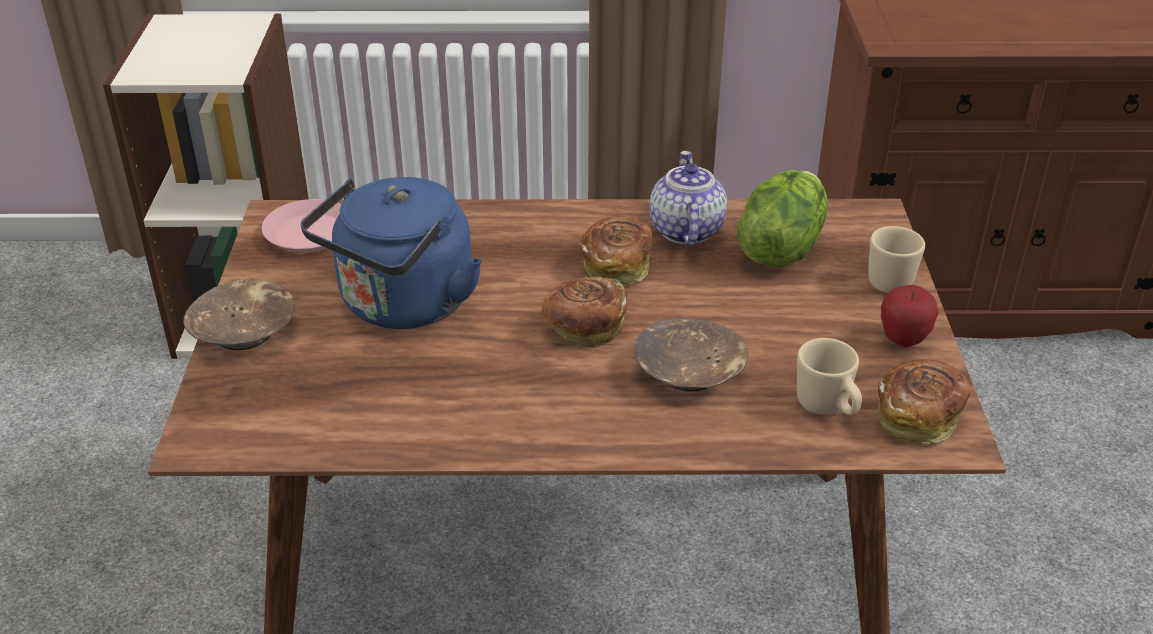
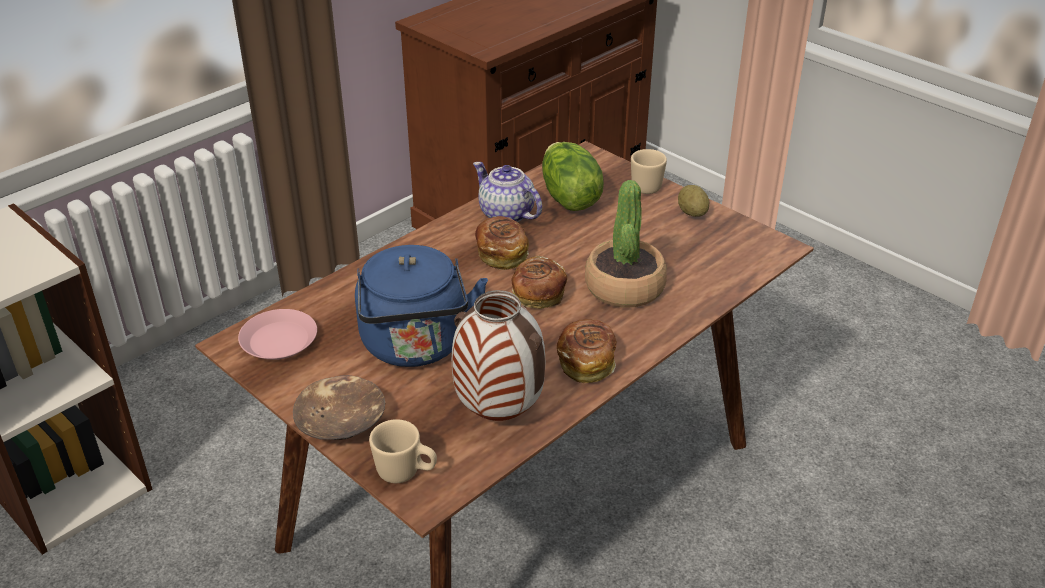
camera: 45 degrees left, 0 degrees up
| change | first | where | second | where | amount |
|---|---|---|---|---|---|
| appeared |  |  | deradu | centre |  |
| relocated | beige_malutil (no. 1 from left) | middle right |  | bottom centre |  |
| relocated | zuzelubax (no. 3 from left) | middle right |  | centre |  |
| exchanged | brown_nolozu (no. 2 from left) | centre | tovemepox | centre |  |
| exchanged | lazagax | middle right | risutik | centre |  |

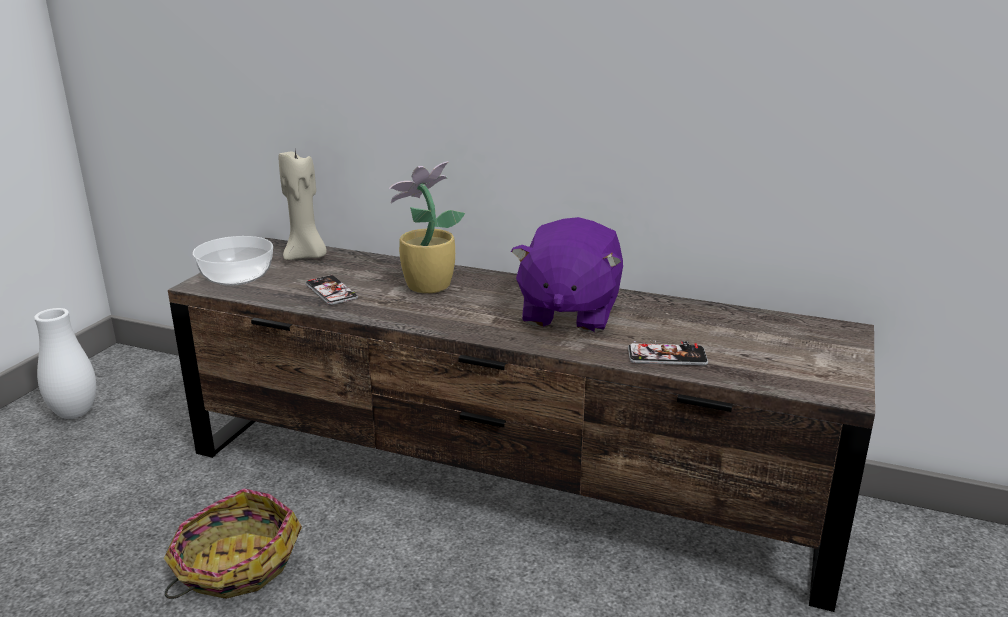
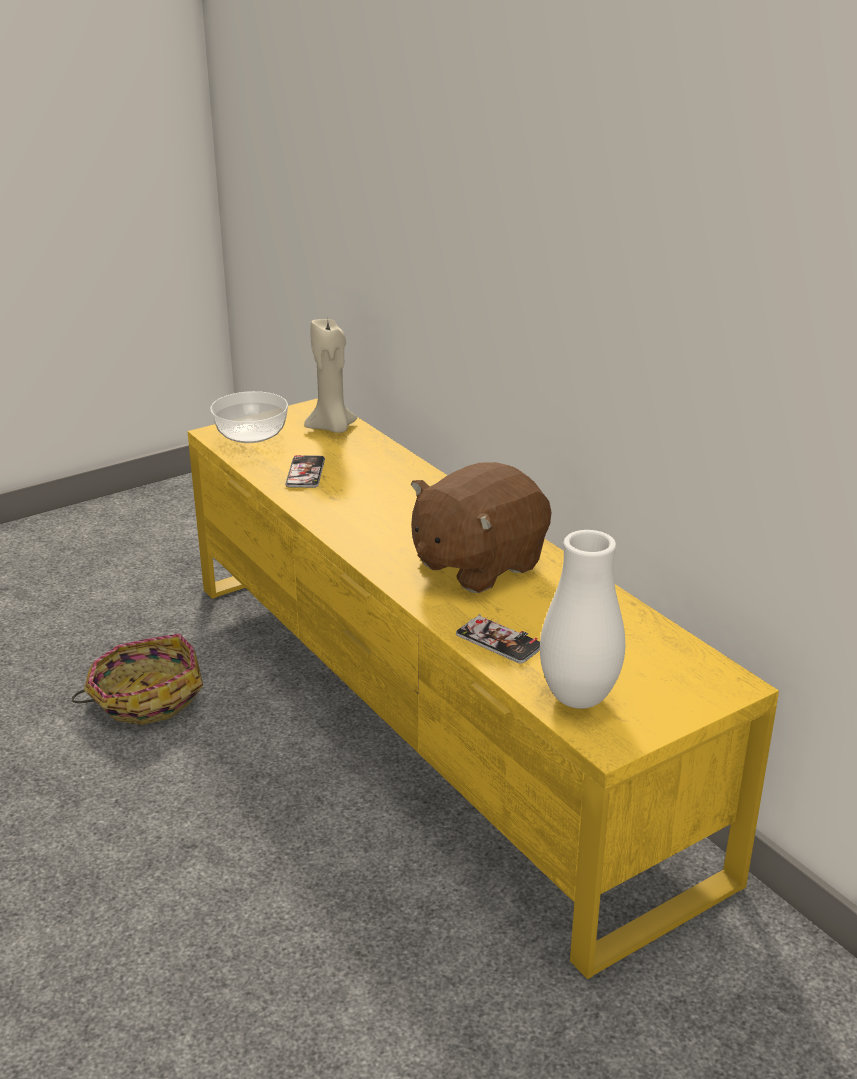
camera: 35 degrees right, 5 degrees up
| change | first | where | second | where | amount |
|---|---|---|---|---|---|
| missing | tovemepox | centre |  |  |  |
| relocated | white_deradu | middle left |  | middle right |  |
| colour | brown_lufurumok | bottom centre | yellow_lufurumok | centre |  |
| colour | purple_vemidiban | centre | brown_vemidiban | centre |  |

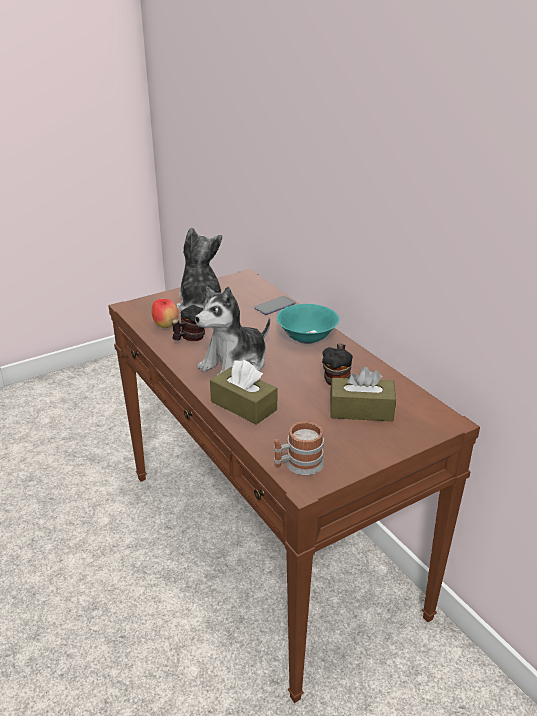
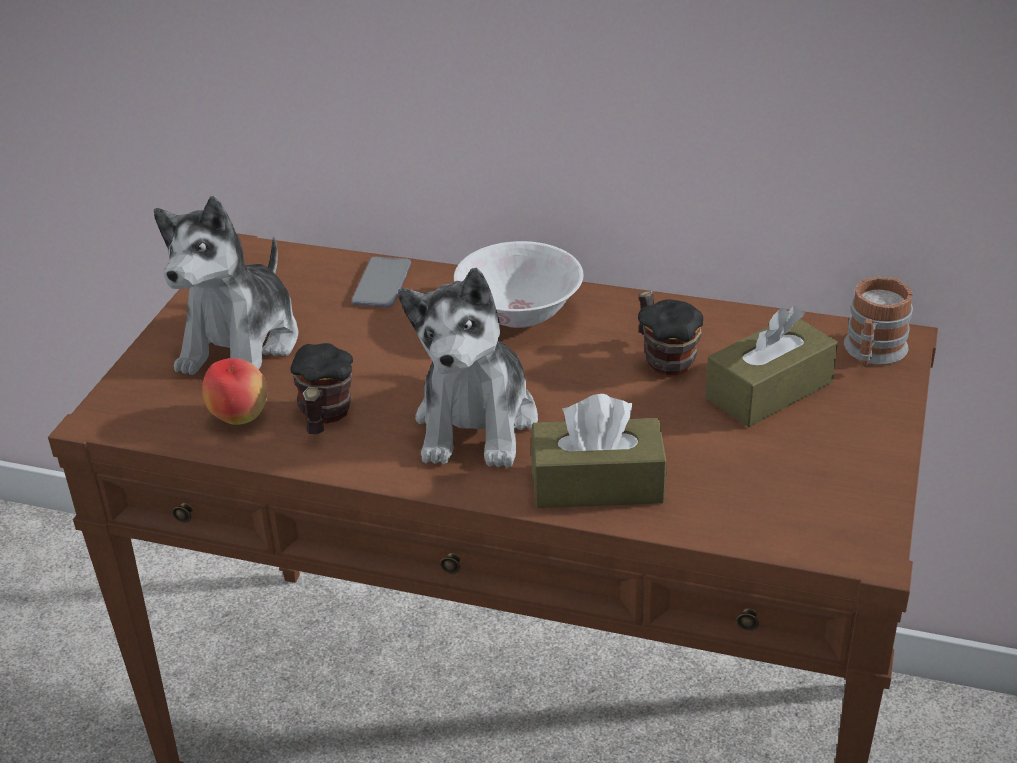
camera: 40 degrees left, 5 degrees up
| change | first | where | second | where | amount |
|---|---|---|---|---|---|
| relocated | malutil (no. 2 from left in the first image) | centre | malutil (no. 3 from left) | middle right |  |
| colour | turquoise_nolozu | centre | white_nolozu | centre |  |
| spun | vemidiban (no. 1 from left) | centre |  | middle left | 105 degrees counterclockwise |

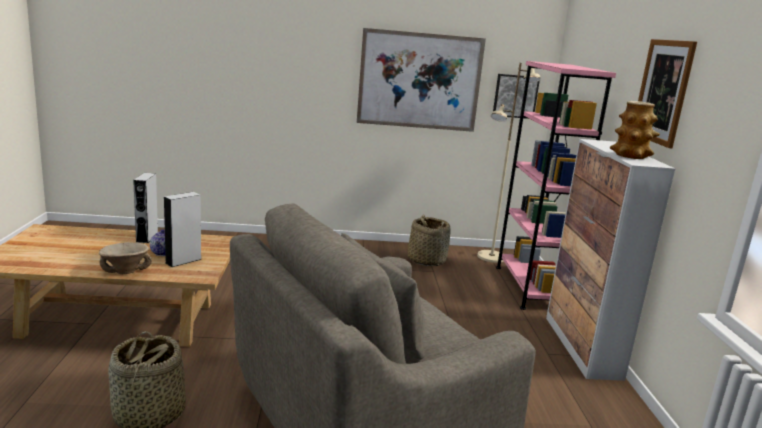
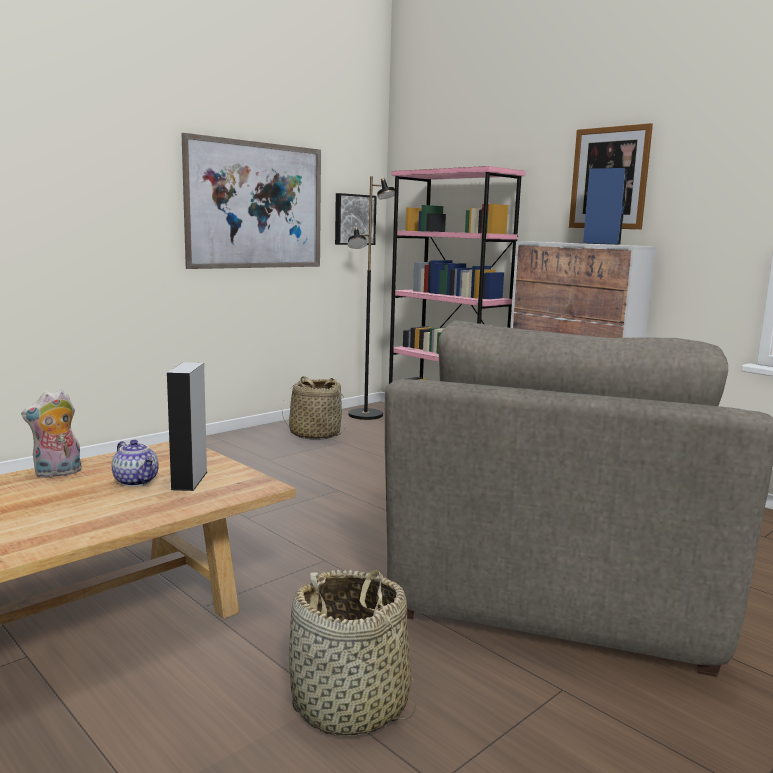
camera: 40 degrees left, 5 degrees down
| change | first | where | second | where | amount |
|---|---|---|---|---|---|
| missing | beige_nolozu | middle left |  |  |  |
| exchanged | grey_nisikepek (no. 1 from left) | middle left | vemidiban | middle left |  |
| exchanged | deradu | top right | blue_nisikepek | top right |  |
| colour | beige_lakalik | middle right | black_lakalik | centre |  |

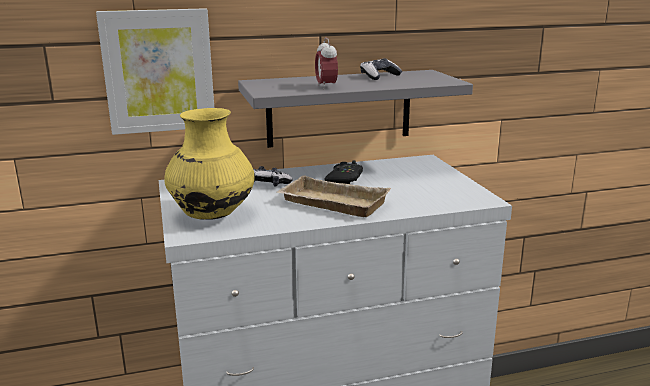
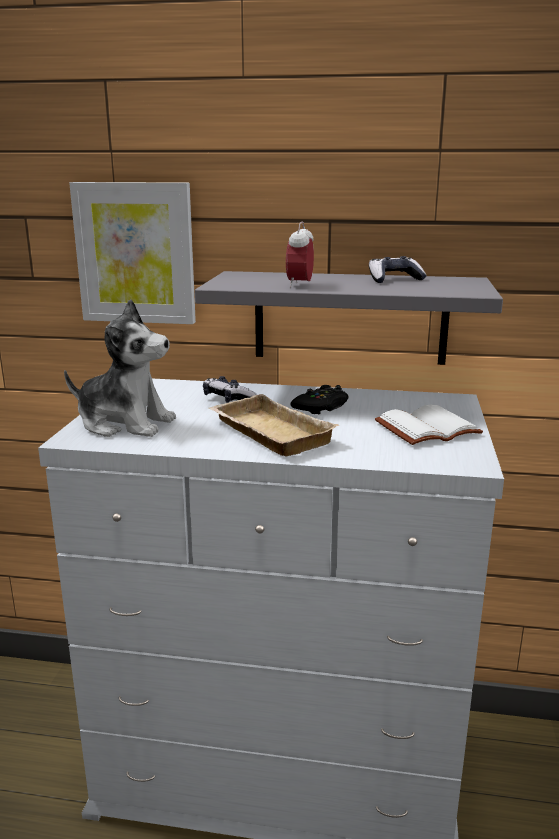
camera: 25 degrees right, 0 degrees up
| change | first | where | second | where | amount |
|---|---|---|---|---|---|
| appeared |  |  | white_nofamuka | middle right |  |
| exchanged | yellow_deradu | middle left | vemidiban | middle left |  |

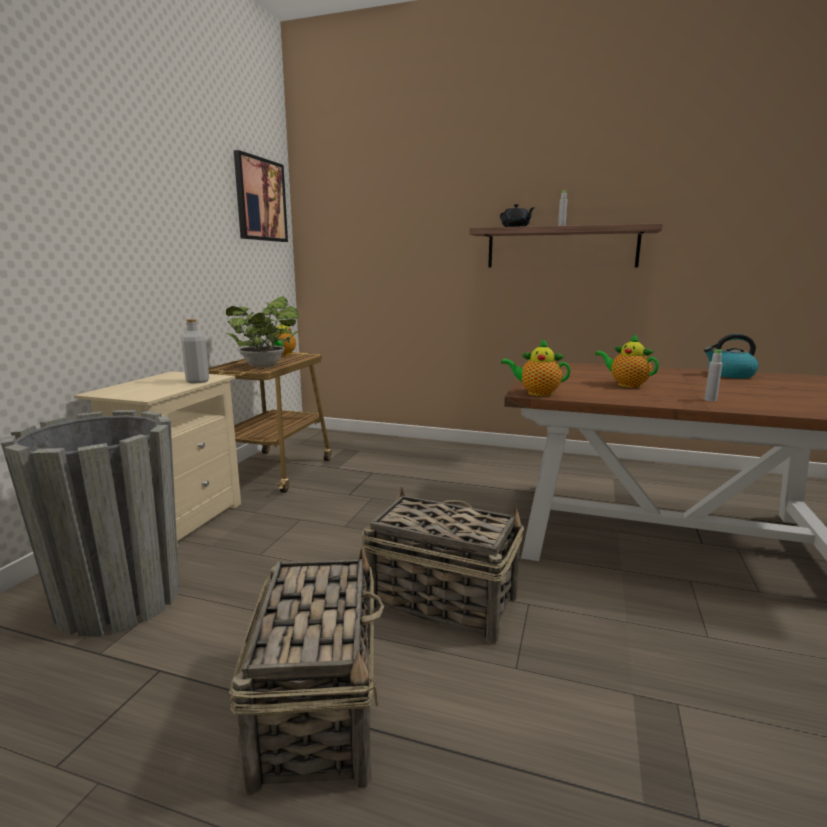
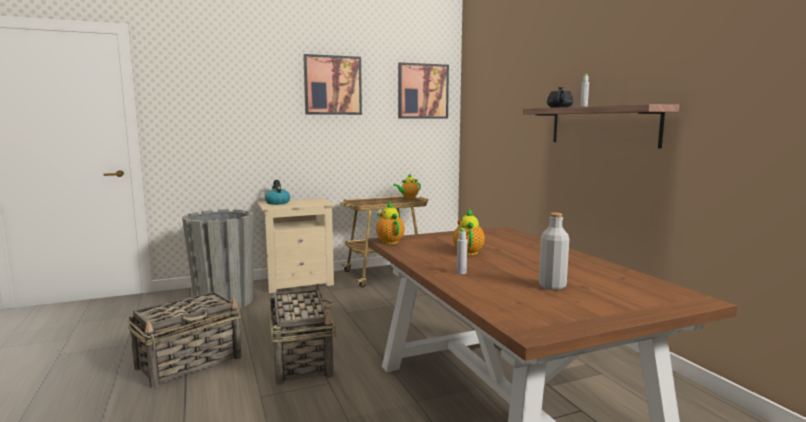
camera: 50 degrees right, 5 degrees down
| change | first | where | second | where | amount |
|---|---|---|---|---|---|
| missing | tovemepox | middle left |  |  |  |
| appeared |  |  | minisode (no. 1 from left) | top centre |  |
| relocated | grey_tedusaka (no. 1 from left in the first image) | middle left | grey_tedusaka (no. 2 from left) | middle right |  |
| relocated | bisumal | middle right |  | centre |  |

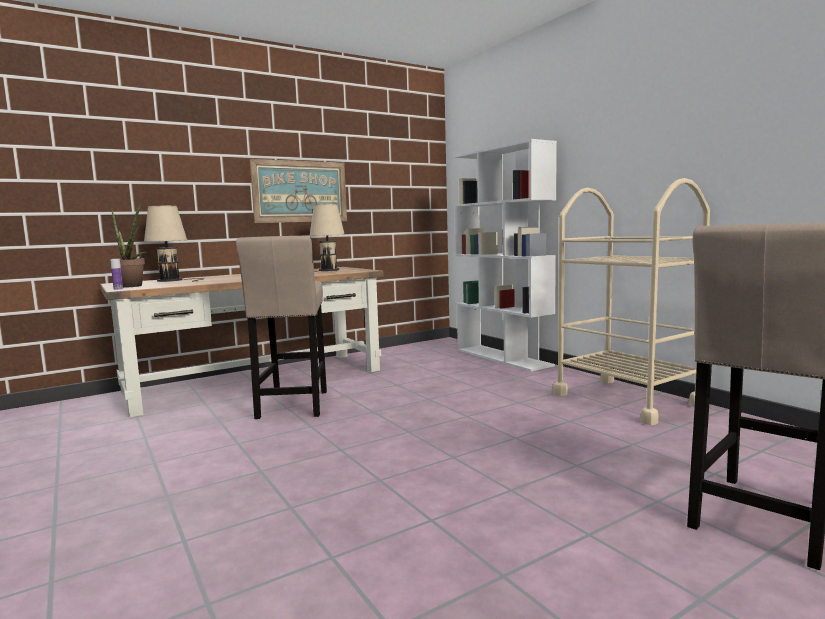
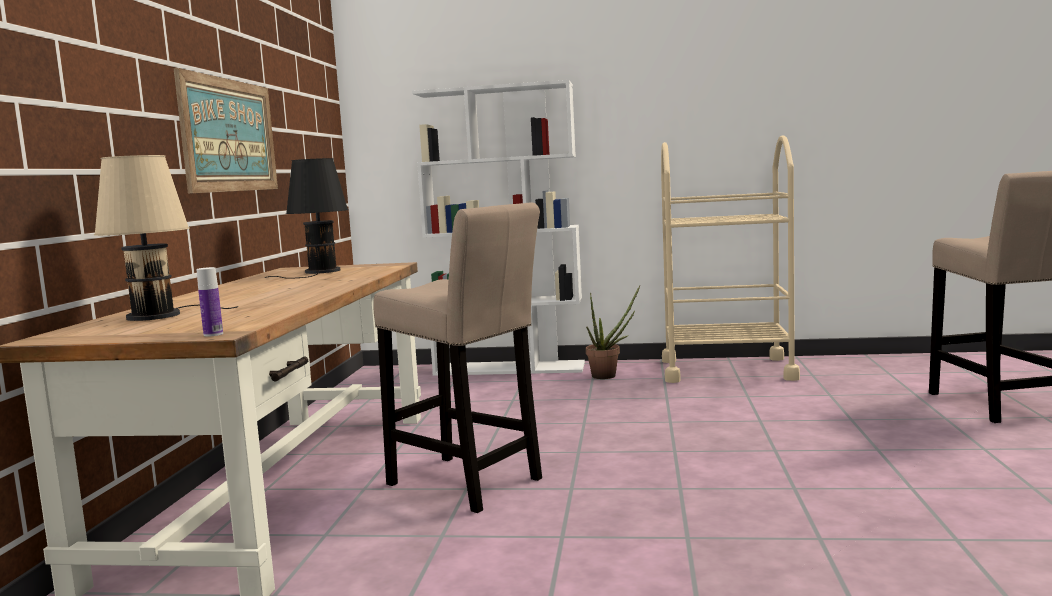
camera: 50 degrees left, 0 degrees up
| change | first | where | second | where | amount |
|---|---|---|---|---|---|
| relocated | tovemepox | middle left |  | centre |  |
| colour | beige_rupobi (no. 2 from left) | centre | black_rupobi | middle left |  |

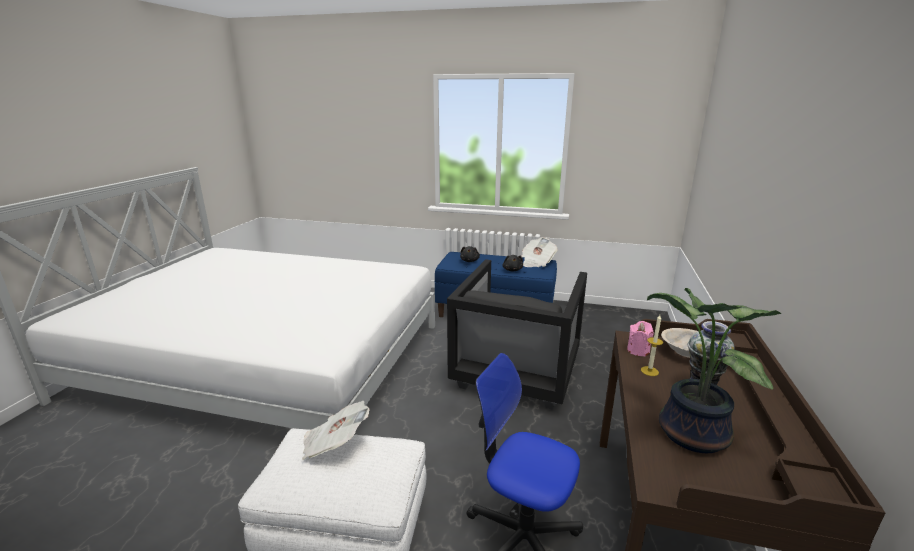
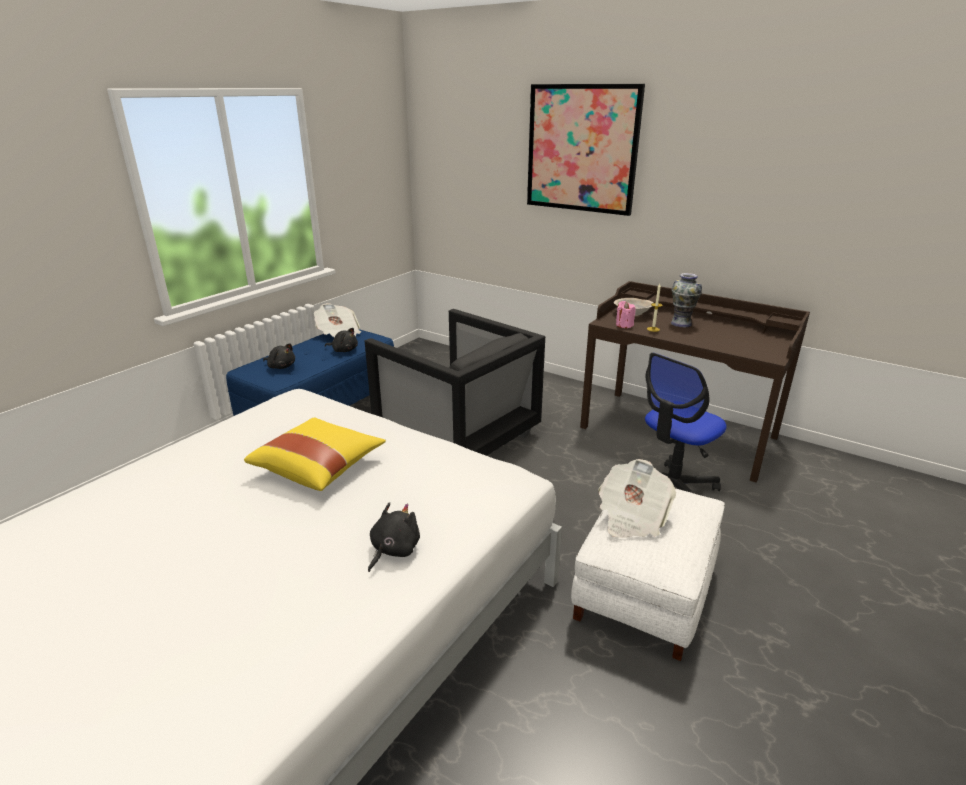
camera: 70 degrees left, 5 degrees up
| change | first | where | second | where | amount |
|---|---|---|---|---|---|
| missing | tovemepox | bottom right |  |  |  |
| appeared |  |  | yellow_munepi | middle left |  |
| appeared |  |  | black_vemidiban (no. 3 from left) | bottom centre |  |
| appeared |  |  | minisode | top centre |  |

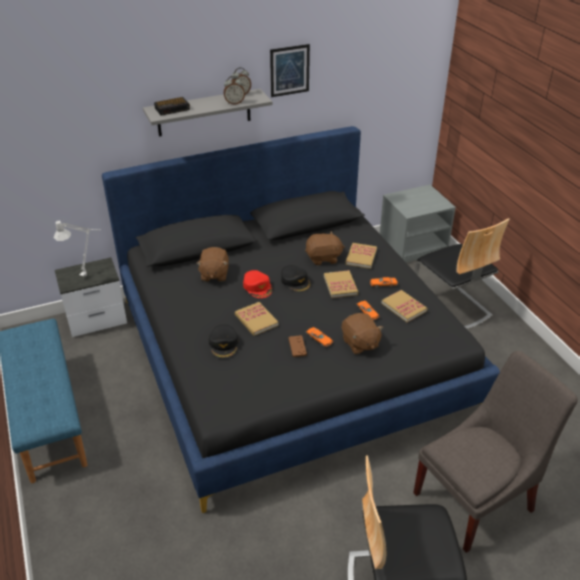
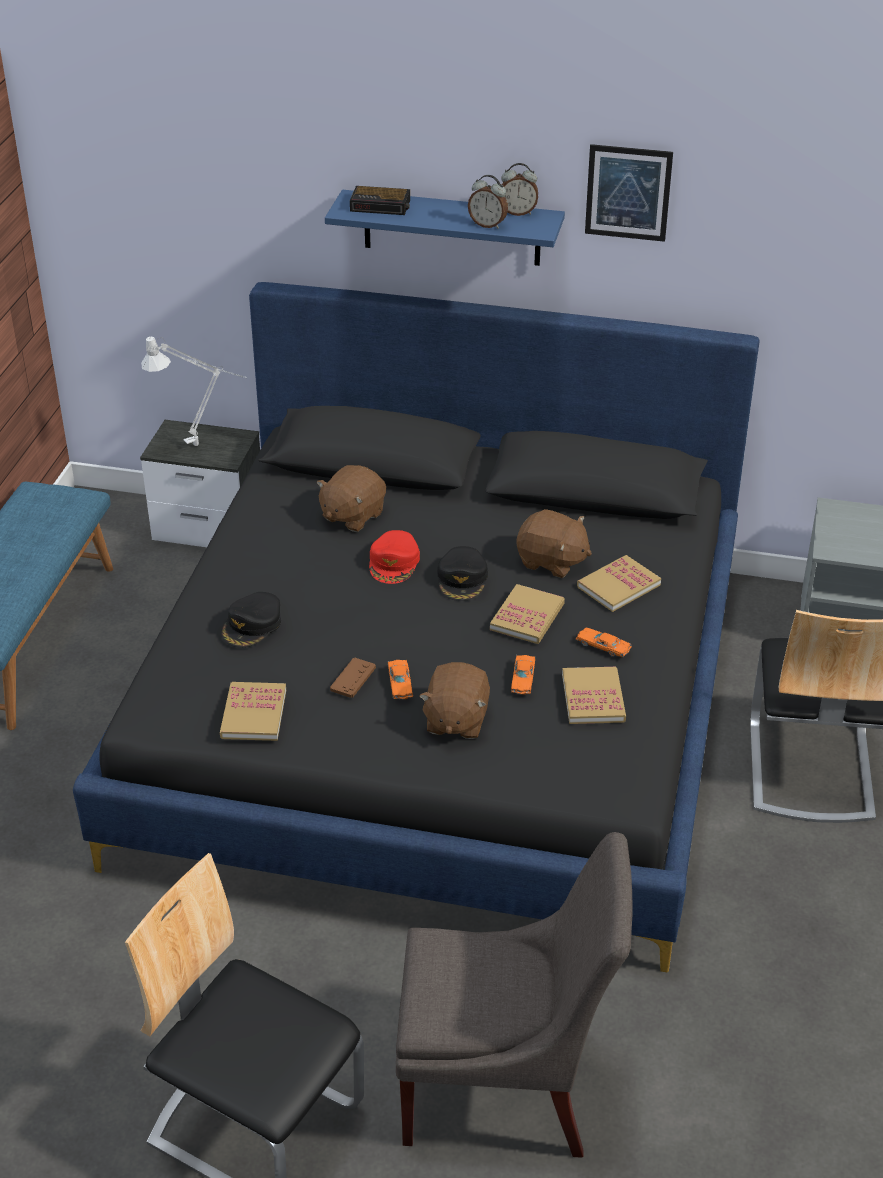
camera: 35 degrees right, 0 degrees up
| change | first | where | second | where | amount |
|---|---|---|---|---|---|
| relocated | nofamuka (no. 1 from left) | centre |  | middle left |  |
| colour | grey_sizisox | top centre | blue_sizisox | top centre |  |

